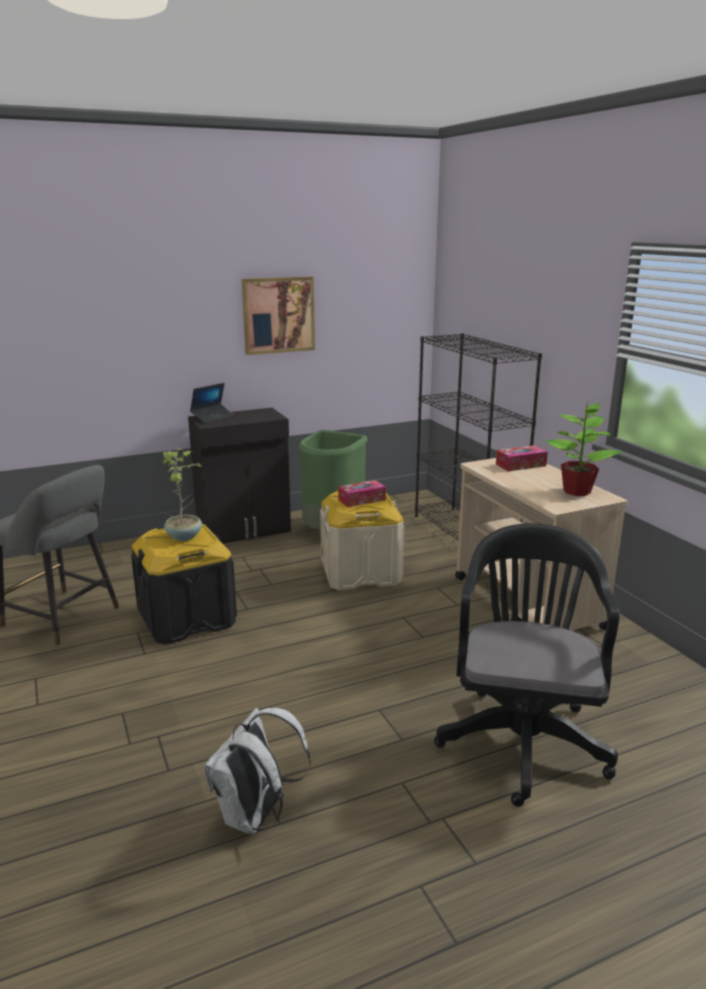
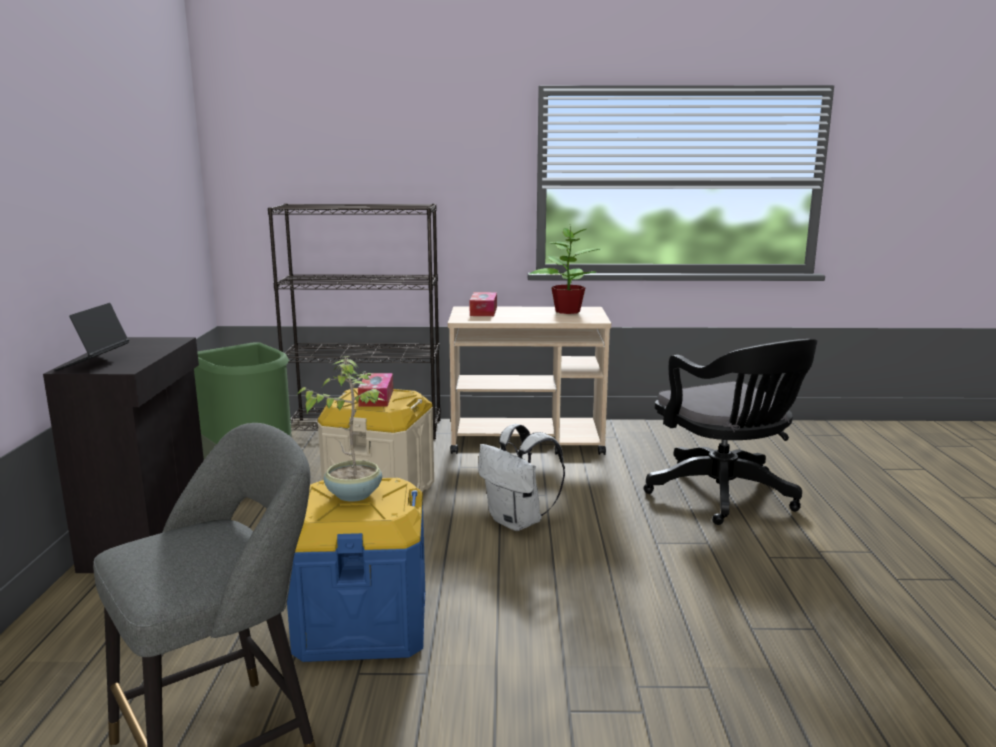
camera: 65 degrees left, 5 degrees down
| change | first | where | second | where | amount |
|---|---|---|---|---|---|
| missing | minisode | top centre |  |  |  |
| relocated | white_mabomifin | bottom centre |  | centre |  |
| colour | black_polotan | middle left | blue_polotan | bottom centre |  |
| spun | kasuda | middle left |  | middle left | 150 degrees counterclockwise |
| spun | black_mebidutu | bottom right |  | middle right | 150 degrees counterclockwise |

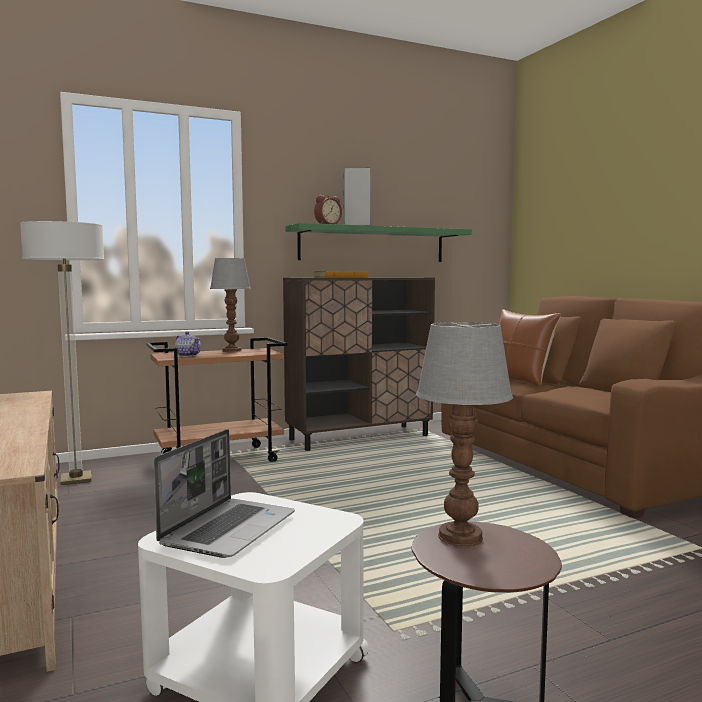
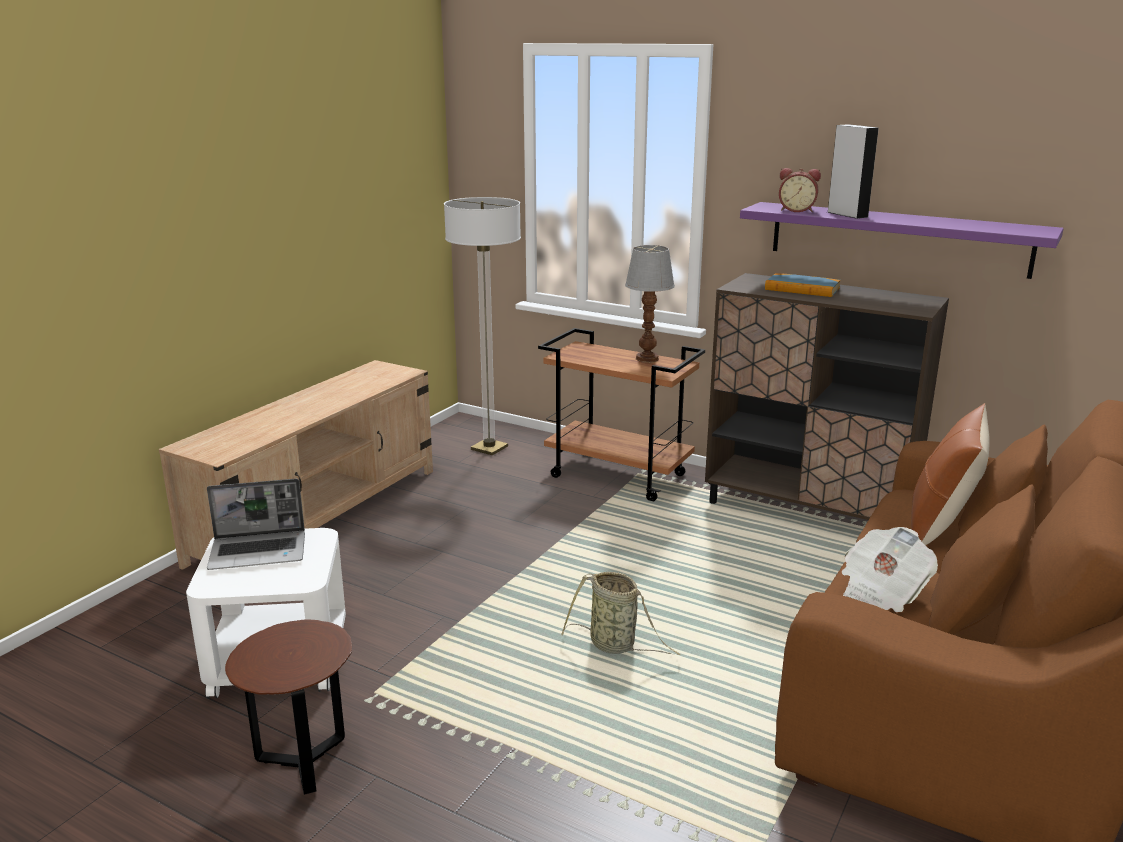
camera: 55 degrees right, 15 degrees up
| change | first | where | second | where | amount |
|---|---|---|---|---|---|
| missing | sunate | middle left |  |  |  |
| missing | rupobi (no. 2 from left) | centre |  |  |  |
| appeared |  |  | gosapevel | bottom centre |  |
| appeared |  |  | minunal | bottom right |  |
| colour | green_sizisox | centre | purple_sizisox | top right |  |

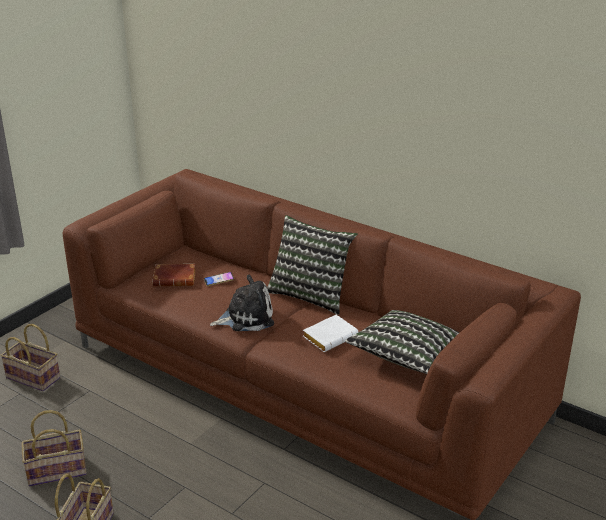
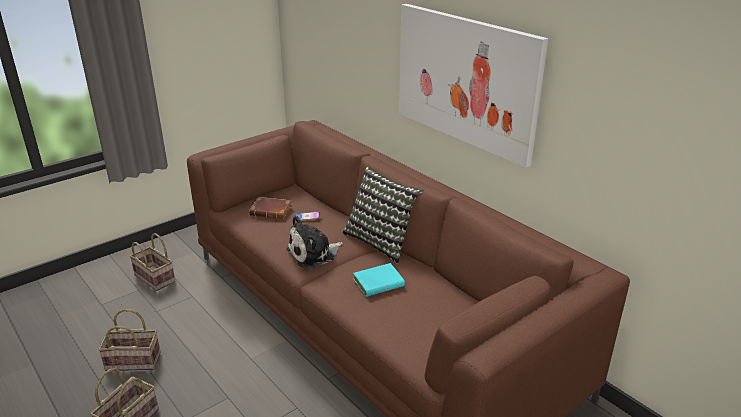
camera: 15 degrees right, 0 degrees up
| change | first | where | second | where | amount |
|---|---|---|---|---|---|
| missing | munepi (no. 2 from left) | centre |  |  |  |
| appeared |  |  | minisode | top centre |  |
| colour | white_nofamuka | centre | turquoise_nofamuka | bottom centre |  |
| spun | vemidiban | centre |  | centre | 150 degrees clockwise |

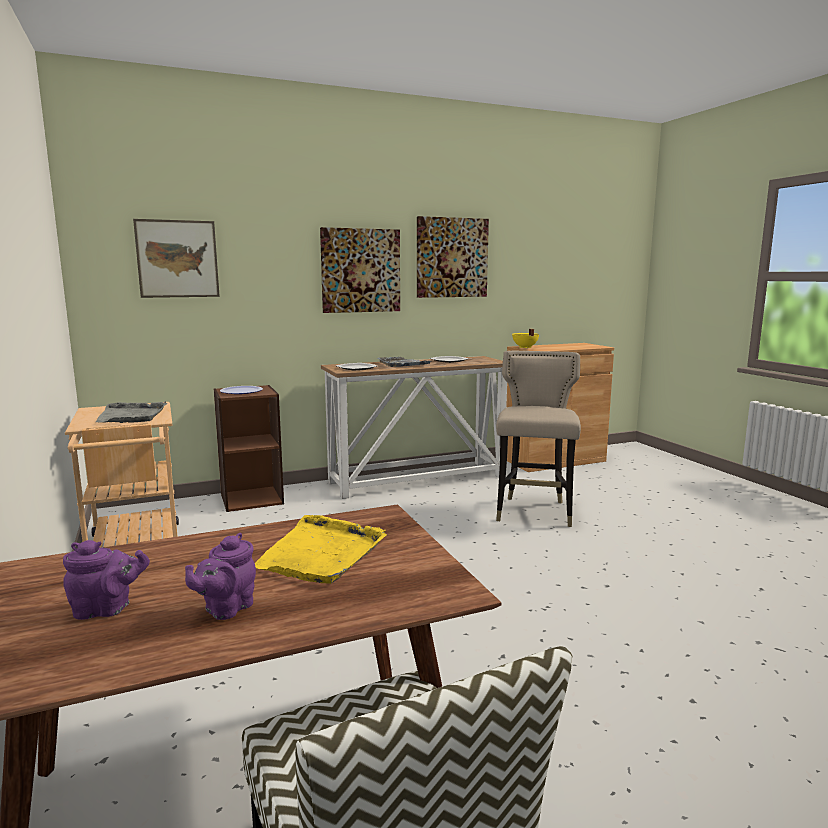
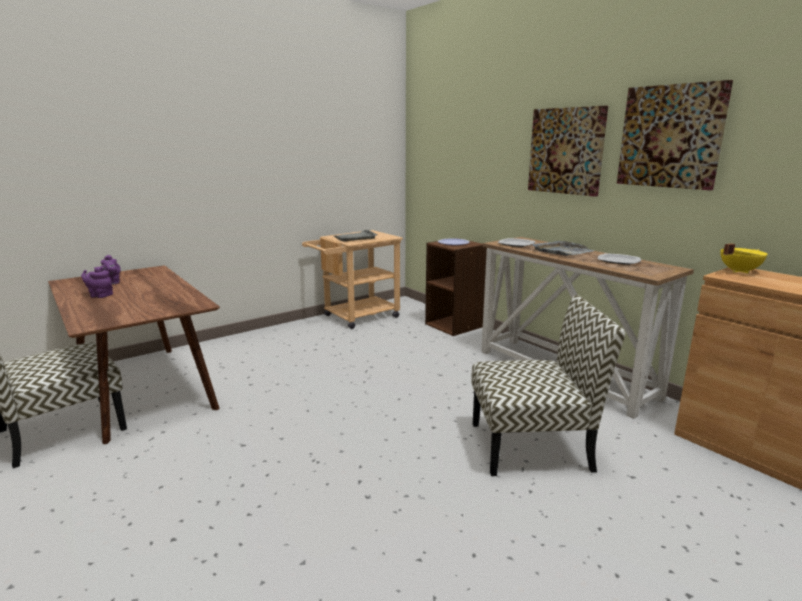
camera: 75 degrees right, 5 degrees up
| change | first | where | second | where | amount |
|---|---|---|---|---|---|
| missing | minisode (no. 1 from left) | top left |  |  |  |
| missing | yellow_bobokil | centre |  |  |  |
| exchanged | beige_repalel | centre | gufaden (no. 2 from left) | middle right |  |

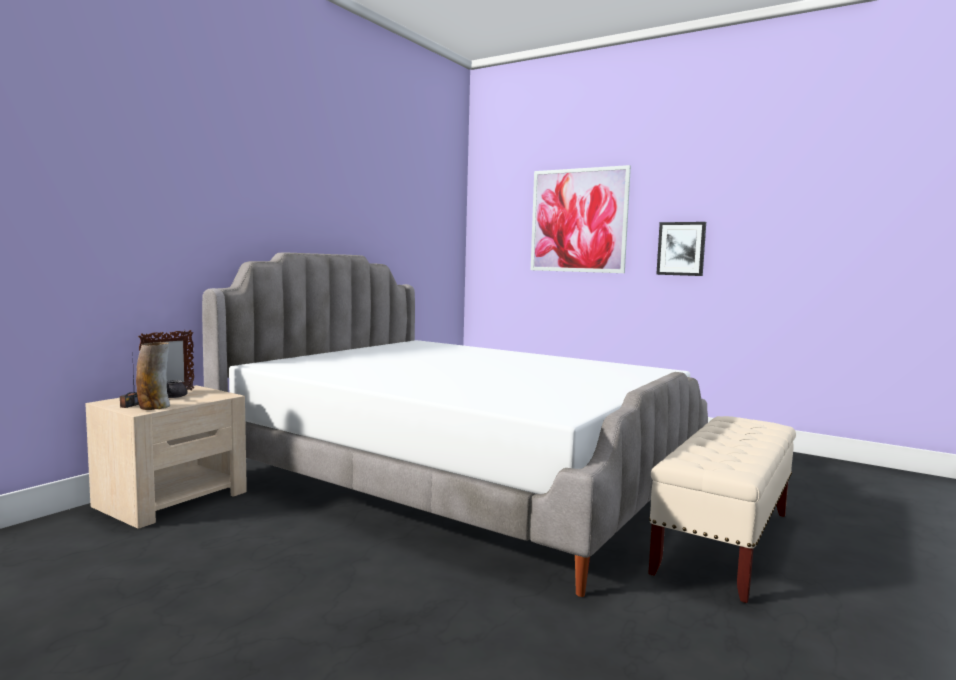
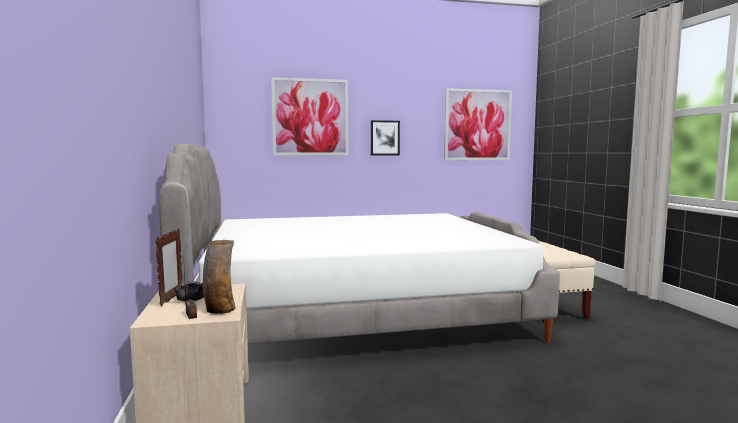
camera: 45 degrees left, 0 degrees up
| change | first | where | second | where | amount |
|---|---|---|---|---|---|
| appeared |  |  | minisode (no. 3 from left) | top centre |  |

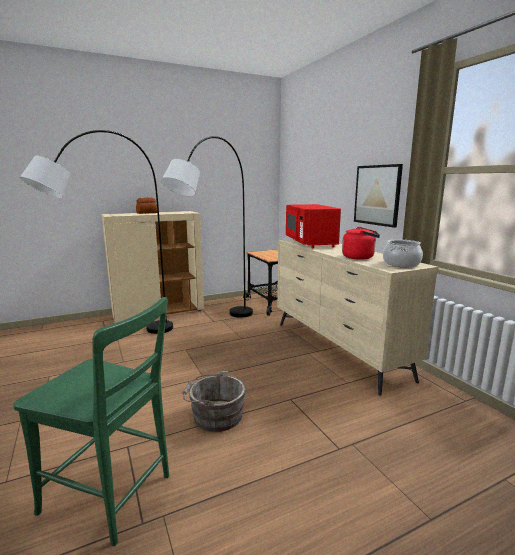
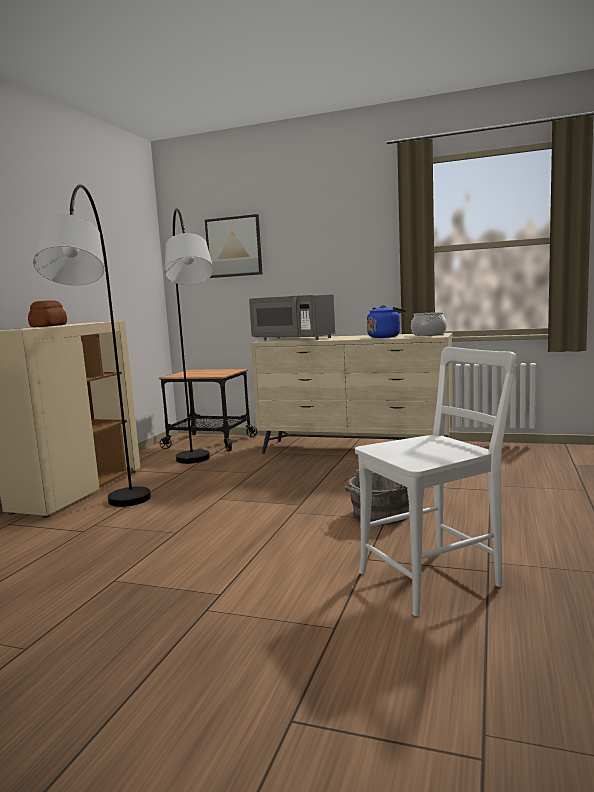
camera: 45 degrees left, 5 degrees down
| change | first | where | second | where | amount |
|---|---|---|---|---|---|
| relocated | minisode | middle right |  | top centre |  |
| colour | green_gufaden | bottom left | white_gufaden | middle right |  |
| colour | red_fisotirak | centre | grey_fisotirak | centre |  |
| colour | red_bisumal | middle right | blue_bisumal | centre |  |

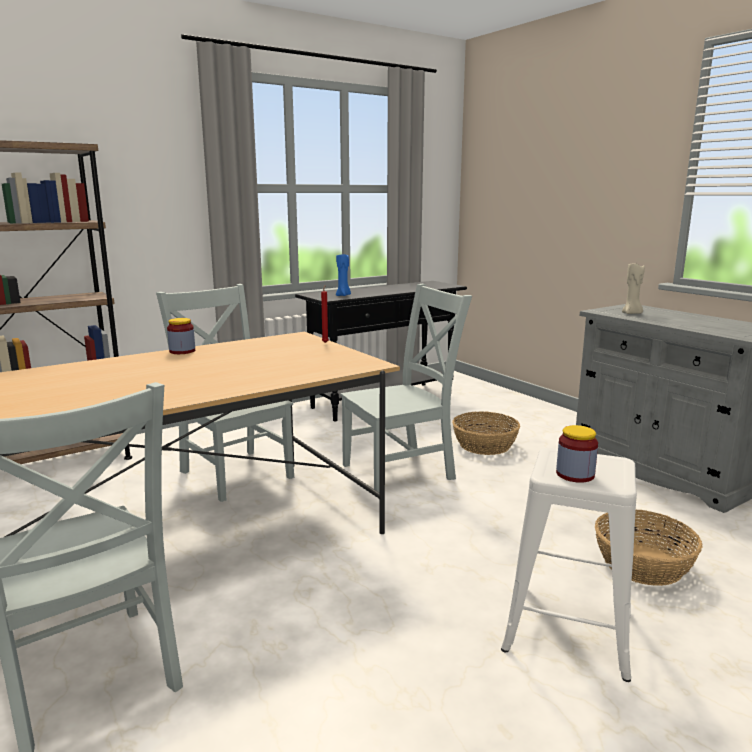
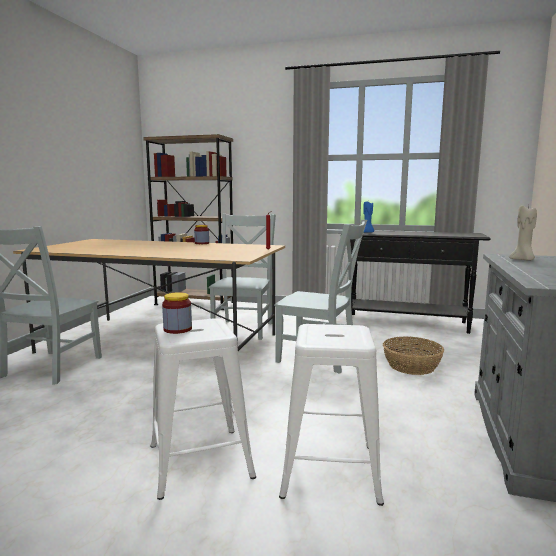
camera: 50 degrees right, 5 degrees down
| change | first | where | second | where | amount |
|---|---|---|---|---|---|
| exchanged | gosapevel (no. 2 from left) | bottom right | white_repalel (no. 2 from left) | bottom centre |  |

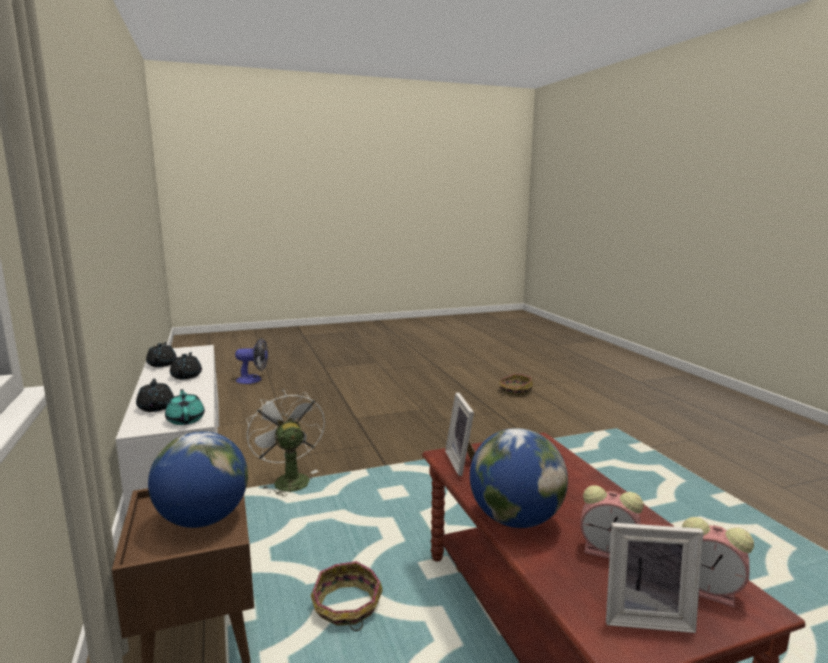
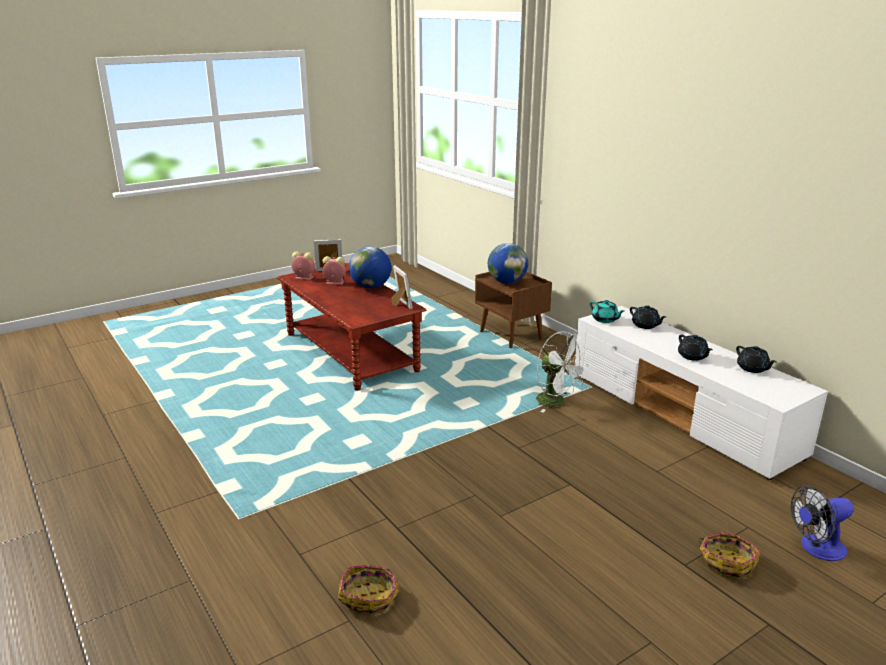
camera: 165 degrees right, 10 degrees up
| change | first | where | second | where | amount |
|---|---|---|---|---|---|
| relocated | gosapevel (no. 1 from left in the first image) | bottom centre | gosapevel (no. 2 from left) | bottom right |  |

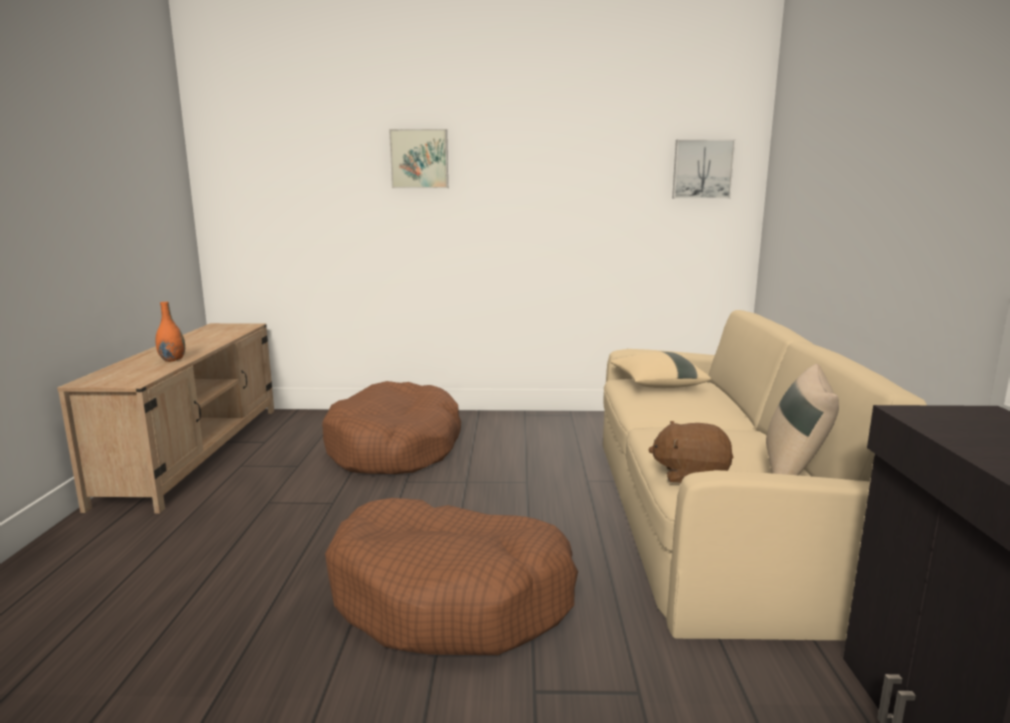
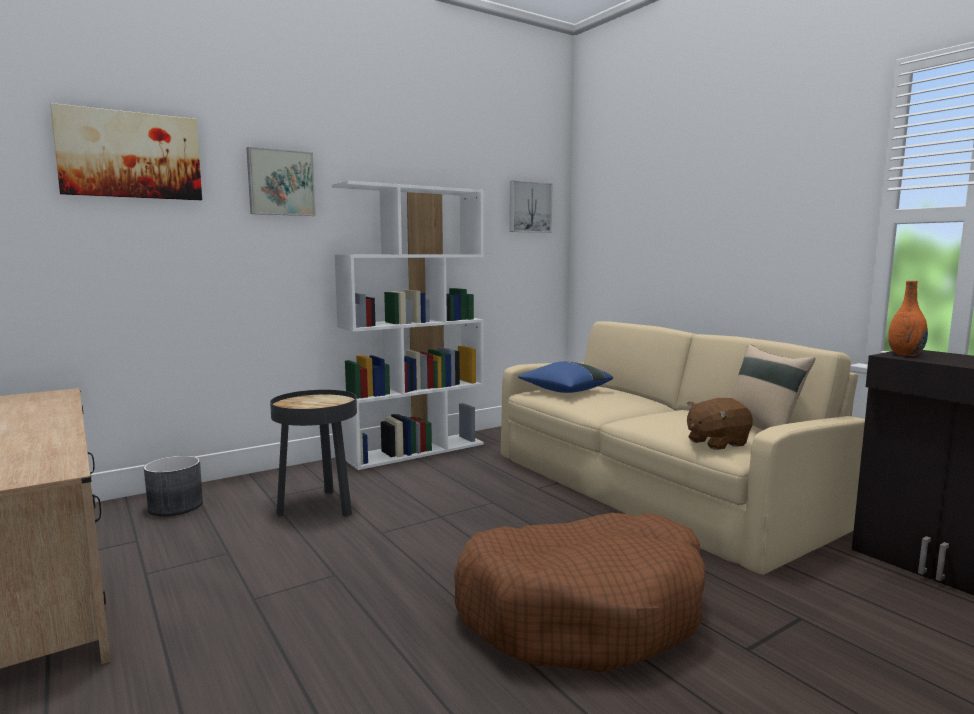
camera: 35 degrees left, 5 degrees down
| change | first | where | second | where | amount |
|---|---|---|---|---|---|
| appeared |  |  | minisode (no. 1 from left) | top left |  |
| appeared |  |  | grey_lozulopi | bottom left |  |
| appeared |  |  | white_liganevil | centre |  |
| relocated | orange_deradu | middle left |  | middle right |  |
| exchanged | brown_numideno (no. 1 from left) | centre | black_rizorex | middle left |  |
| colour | beige_munepi (no. 1 from left) | centre | blue_munepi | centre |  |

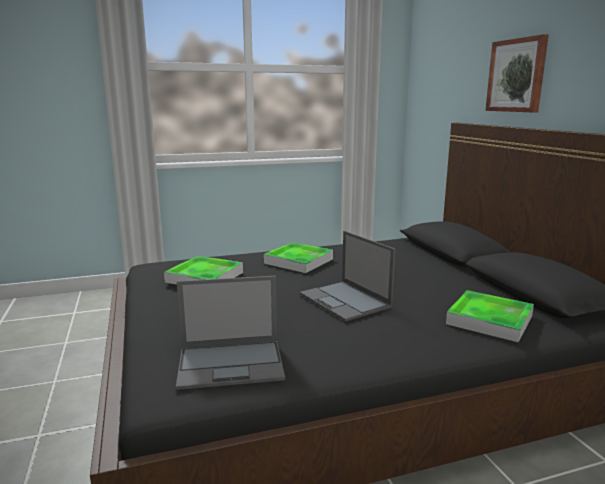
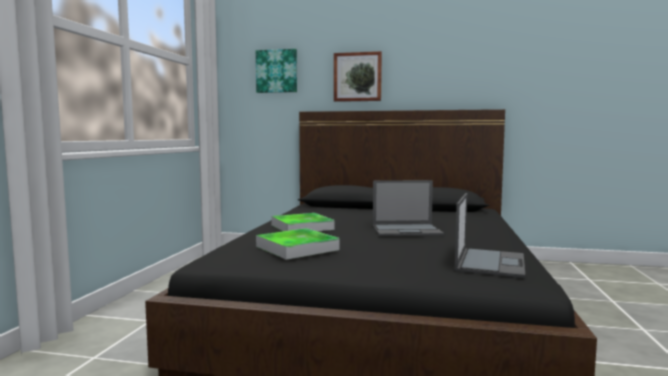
camera: 60 degrees left, 10 degrees down
| change | first | where | second | where | amount |
|---|---|---|---|---|---|
| missing | bobokil (no. 3 from left) | middle right |  |  |  |
| appeared |  |  | minisode (no. 1 from left) | top centre |  |

